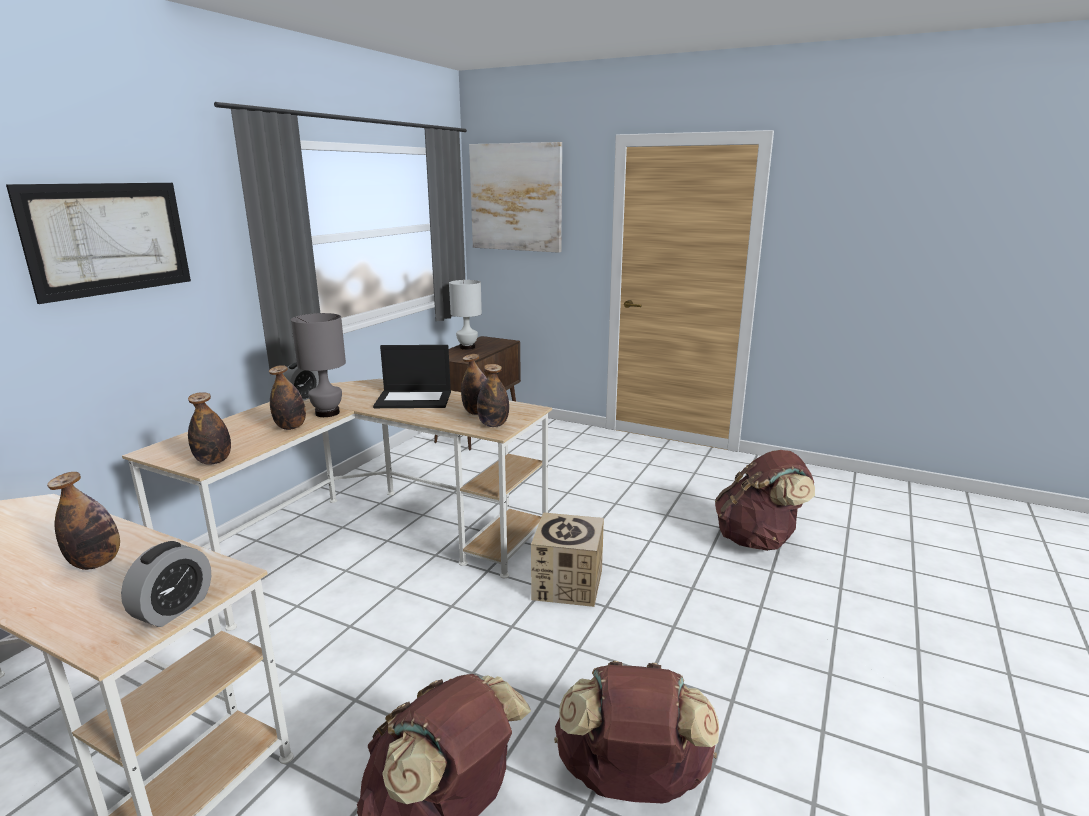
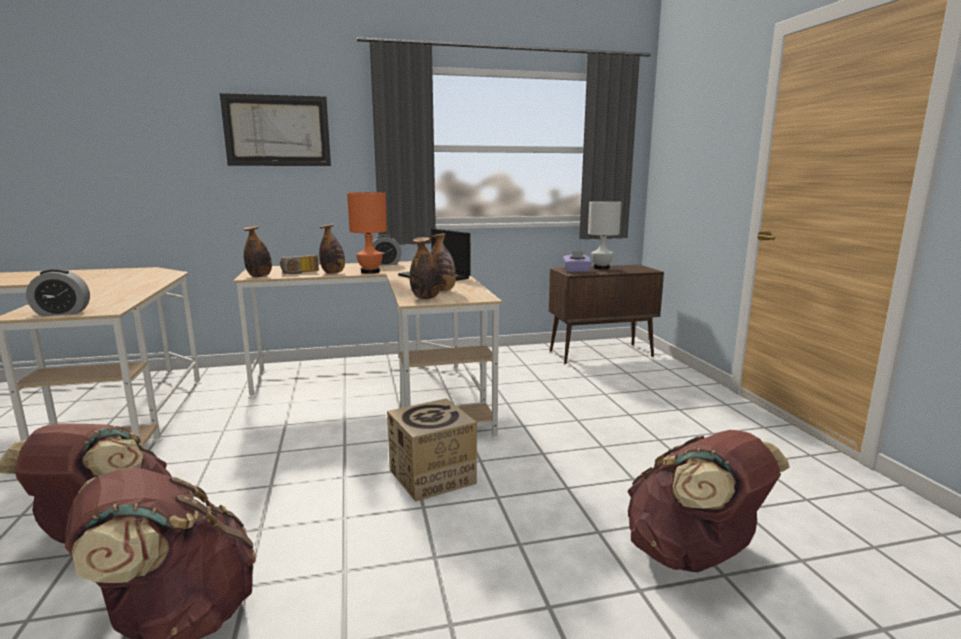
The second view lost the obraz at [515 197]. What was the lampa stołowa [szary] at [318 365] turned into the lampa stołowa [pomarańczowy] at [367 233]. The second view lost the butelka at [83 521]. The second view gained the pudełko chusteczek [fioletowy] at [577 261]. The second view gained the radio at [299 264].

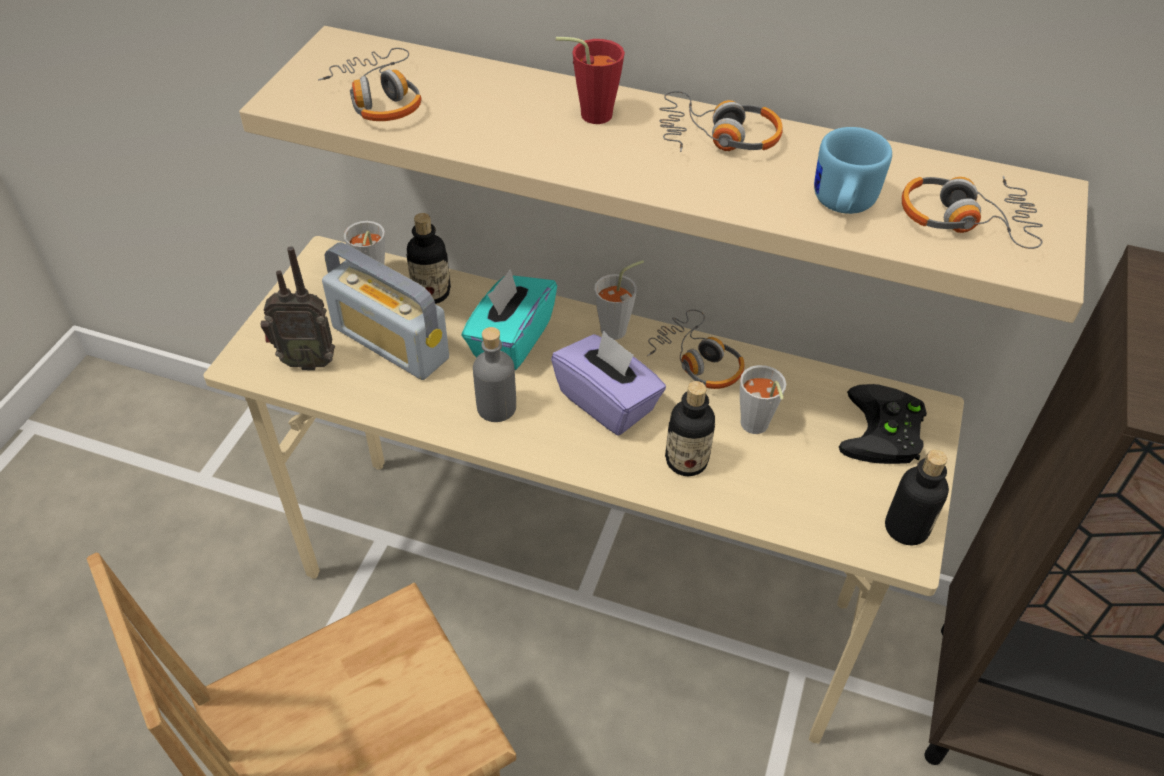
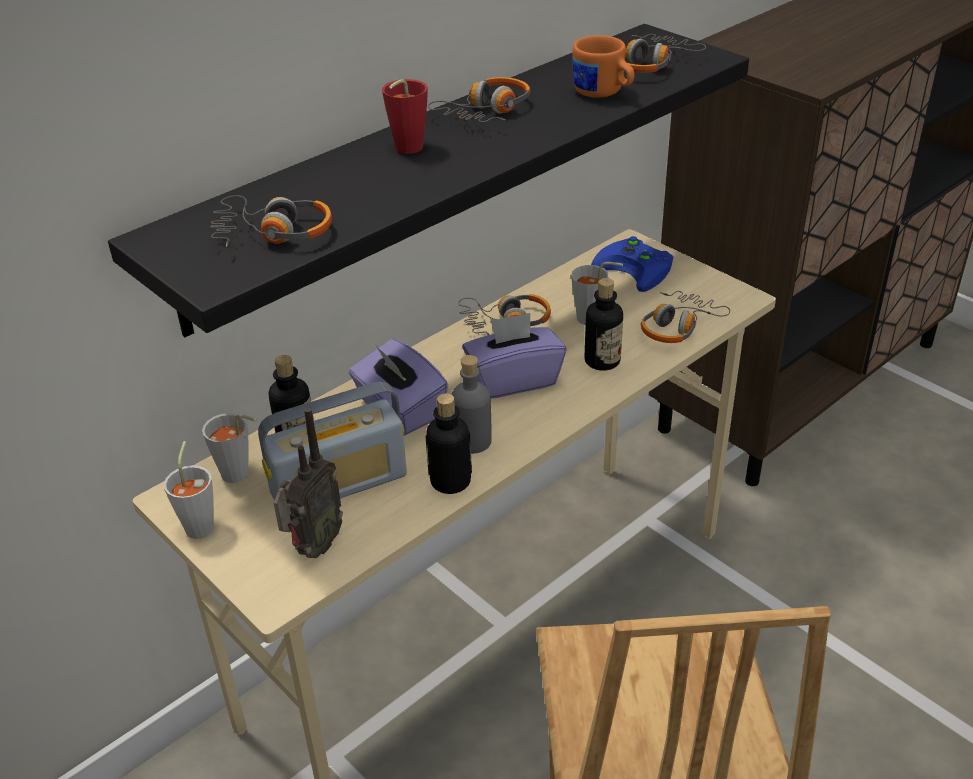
What was the półka [beżowy] at [664 174] turned into the półka [czarny] at [428 180]. What was the kubek [niebieski] at [853 170] turned into the kubek [pomarańczowy] at [603 66]. The filiżanka [szary] ended up elsewhere, having gone from [619 300] to [189 490]. What was the pudełko chusteczek [turkusowy] at [509 319] turned into the pudełko chusteczek [fioletowy] at [398 387]. What was the pad do gier [czarny] at [883 424] turned into the pad do gier [niebieski] at [632 264]. The butelka ended up elsewhere, having gone from [917 498] to [449 443]. The second view gained the słuchawki at [685 317].

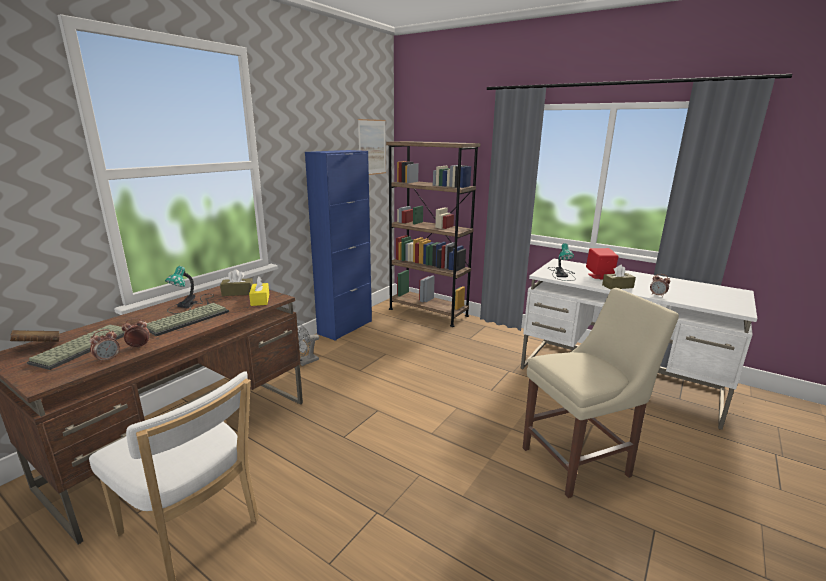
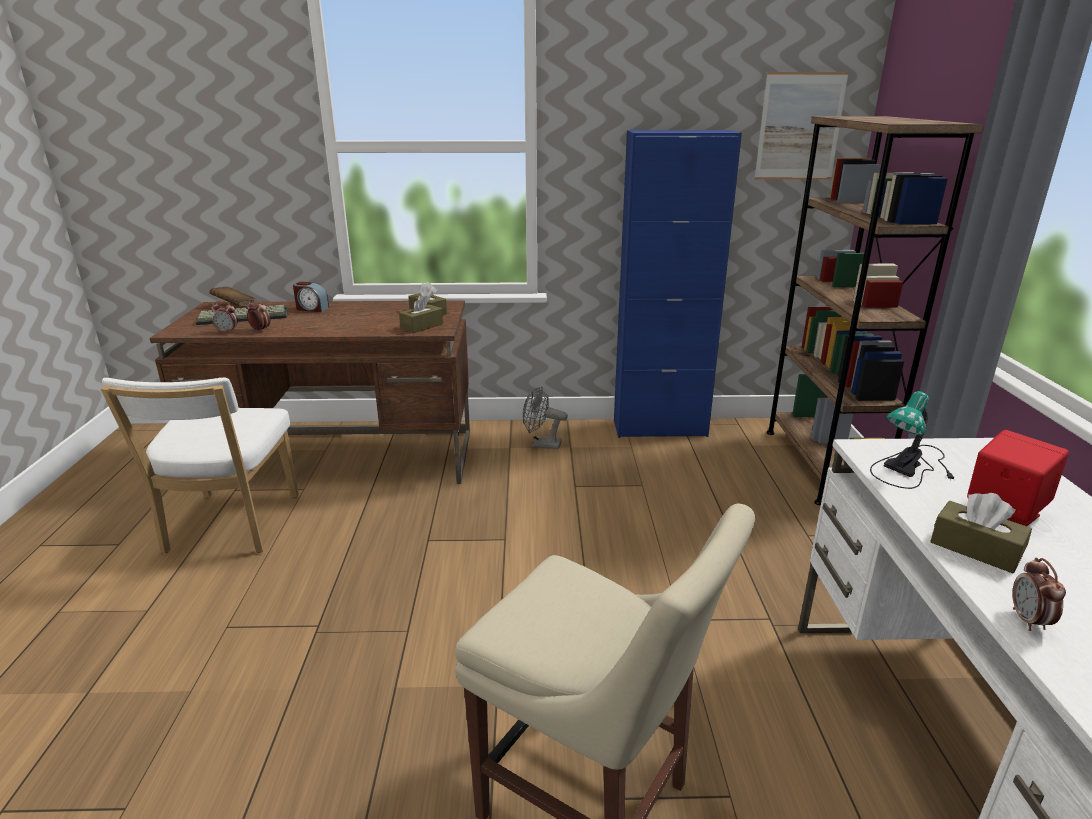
The second view lost the lampa stołowa at [189 290]. What was the pudełko chusteczek [żółty] at [259 291] turned into the pudełko chusteczek [brązowy] at [421 313]. The second view lost the klawiatura at [188 319]. The second view gained the budzik at [311 296].

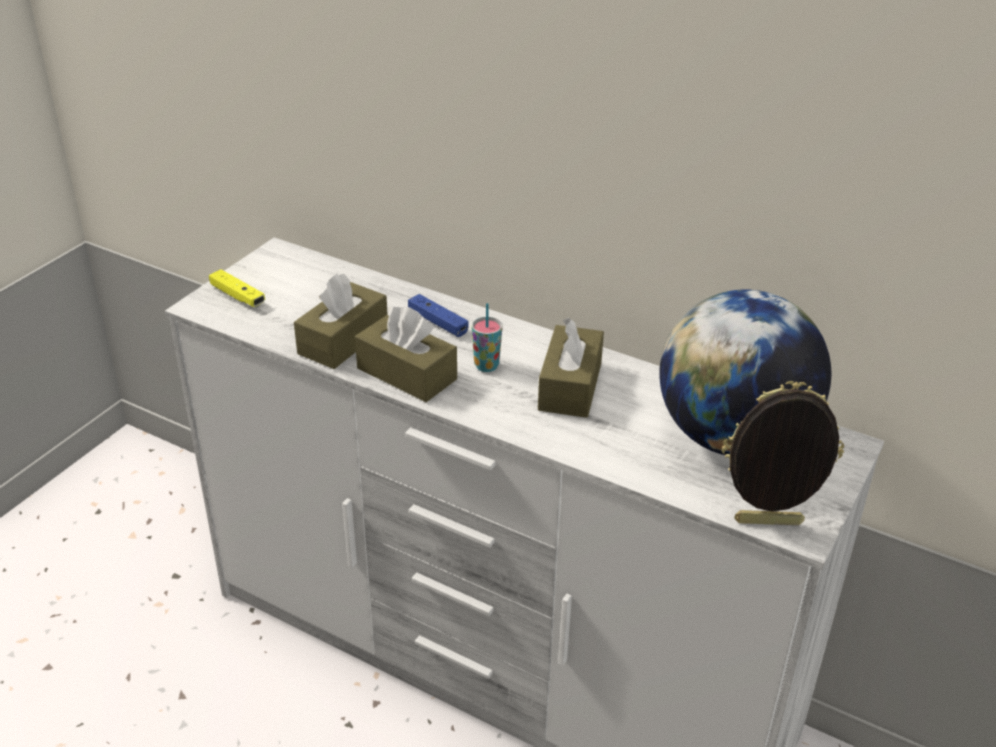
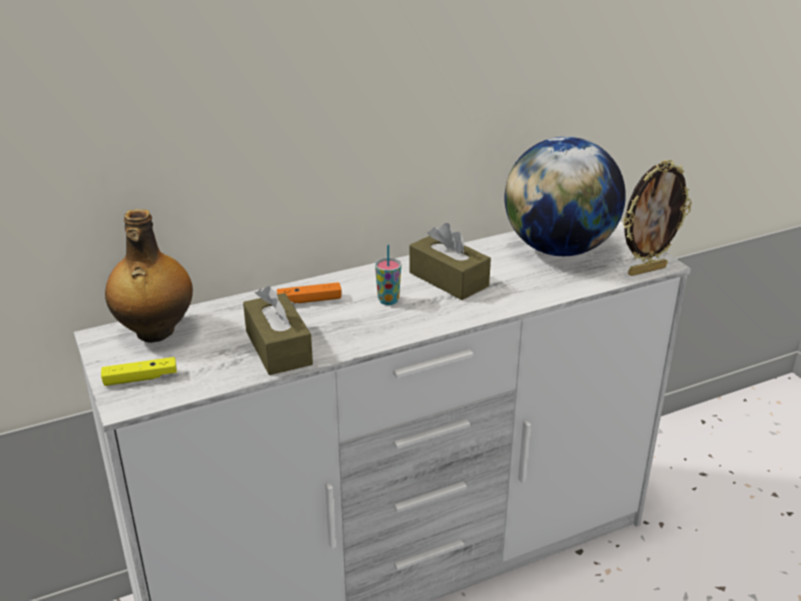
What was the pad do gier [niebieski] at [438 315] turned into the pad do gier [pomarańczowy] at [309 293]. The second view lost the pudełko chusteczek [brązowy] at [406 354]. The ramka na zdjęcie at [783 453] ended up facing another way, 150 degrees counterclockwise from before. The second view gained the butelka at [149 276].

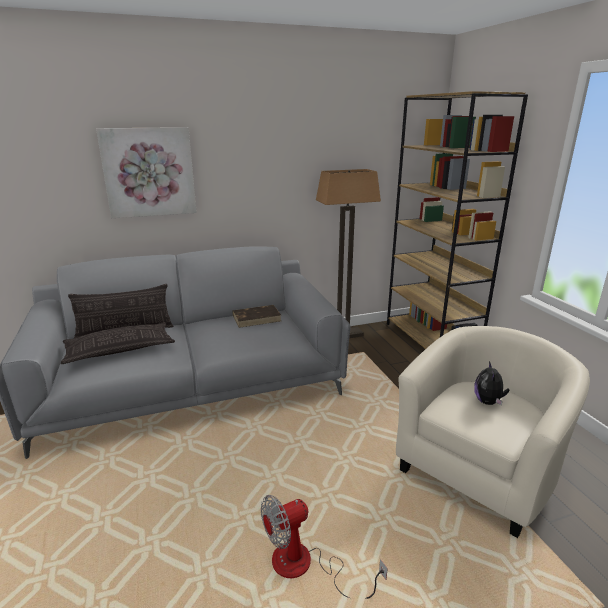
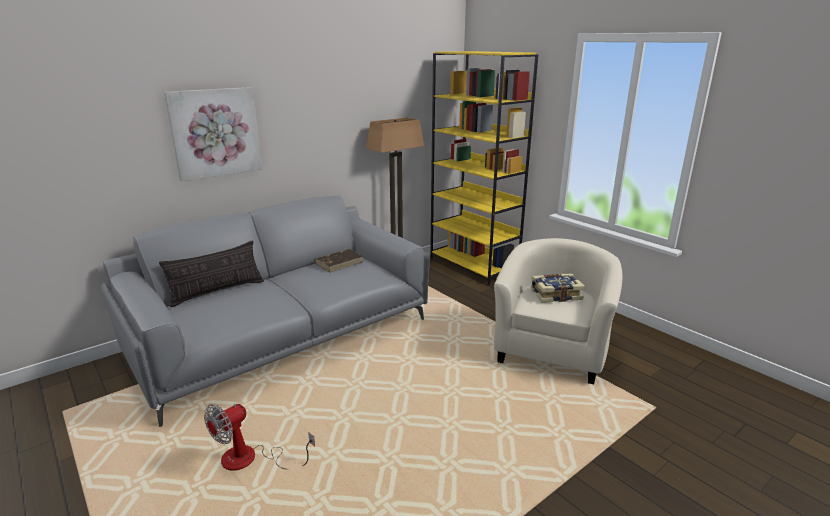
What was the regał [brązowy] at [457 220] turned into the regał [żółty] at [484 168]. The second view lost the poduszka at [118 343]. Where the pluszak stood at [492 383], the książka came to stand at [558 288]. The wentylator ended up elsewhere, having gone from [324 547] to [259 437].

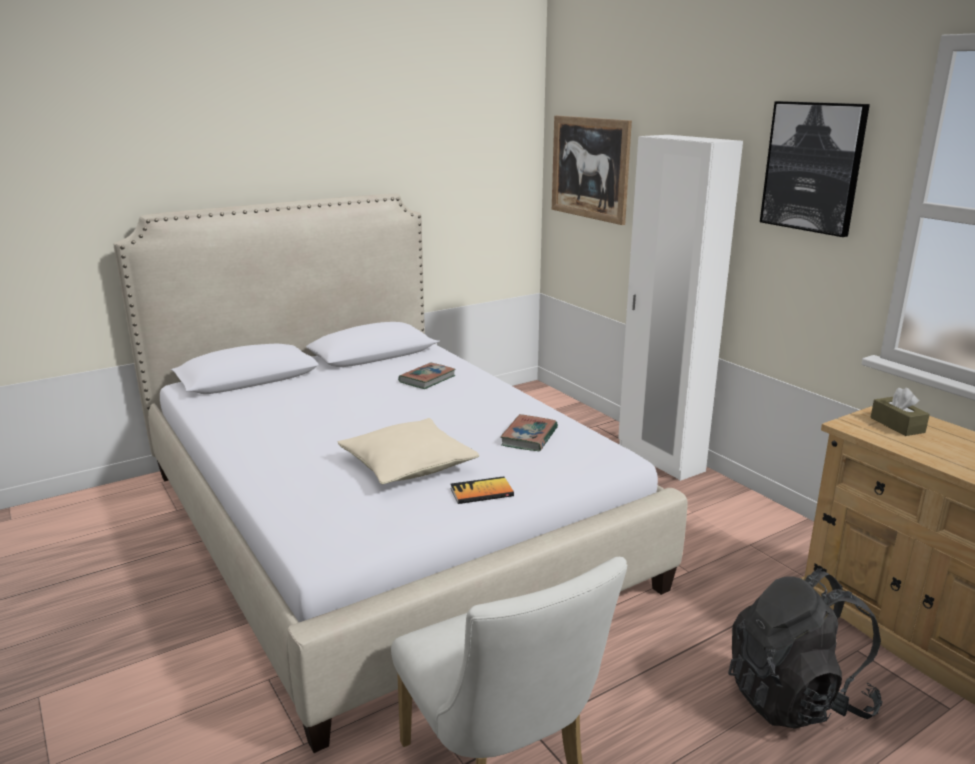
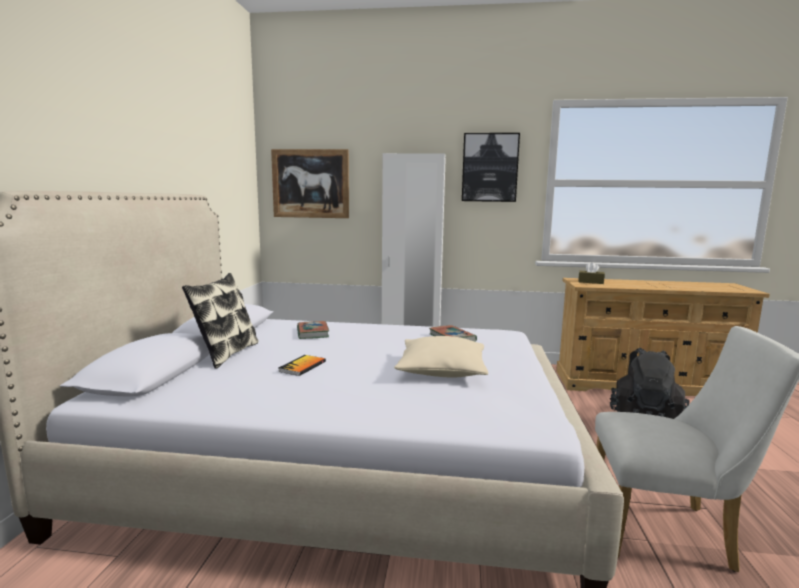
The książka ended up elsewhere, having gone from [482 490] to [302 365]. The second view gained the poduszka at [220 321].

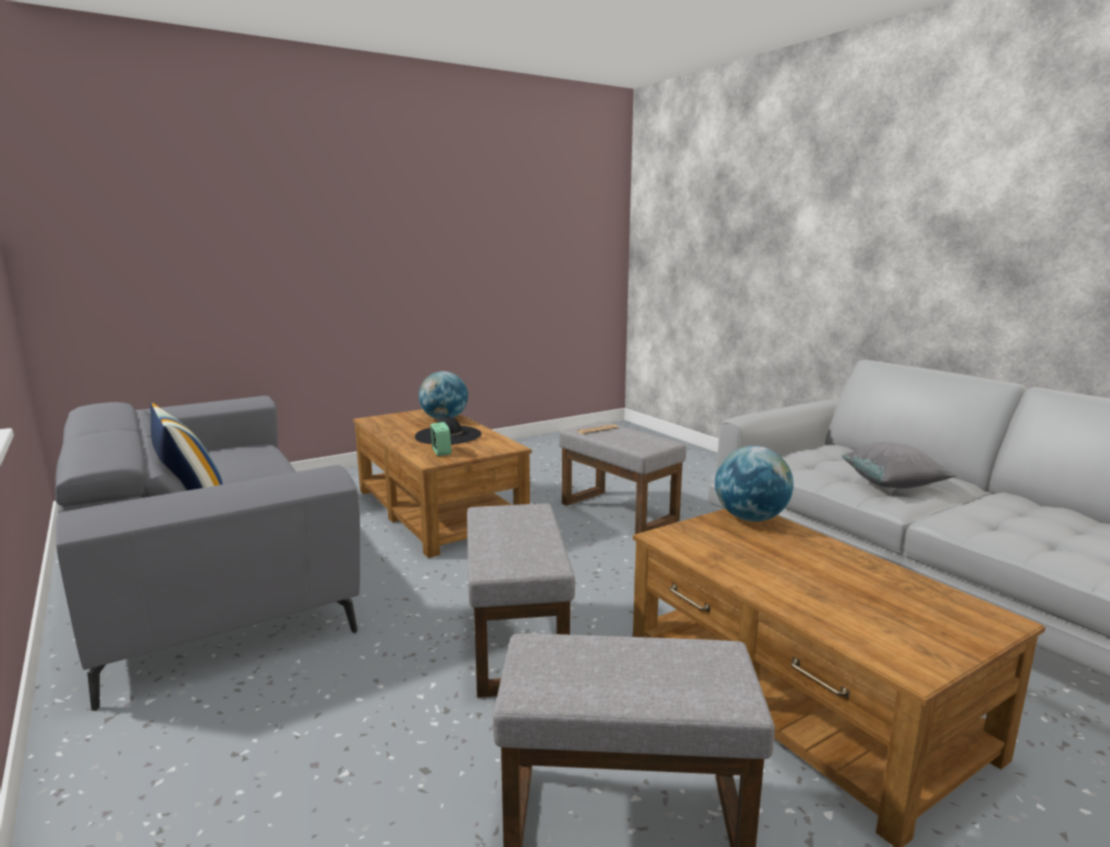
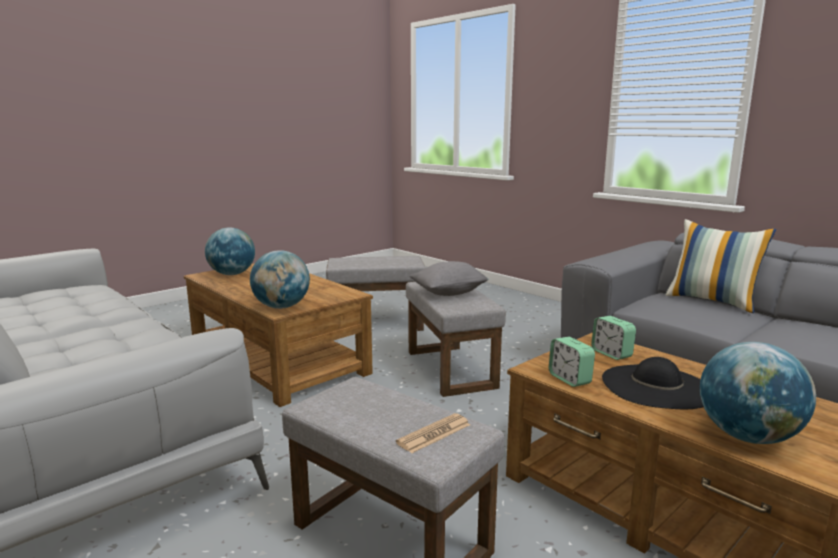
The poduszka [szary] ended up elsewhere, having gone from [899 465] to [449 278]. The second view gained the globus at [230 251]. The second view gained the budzik at [572 362].

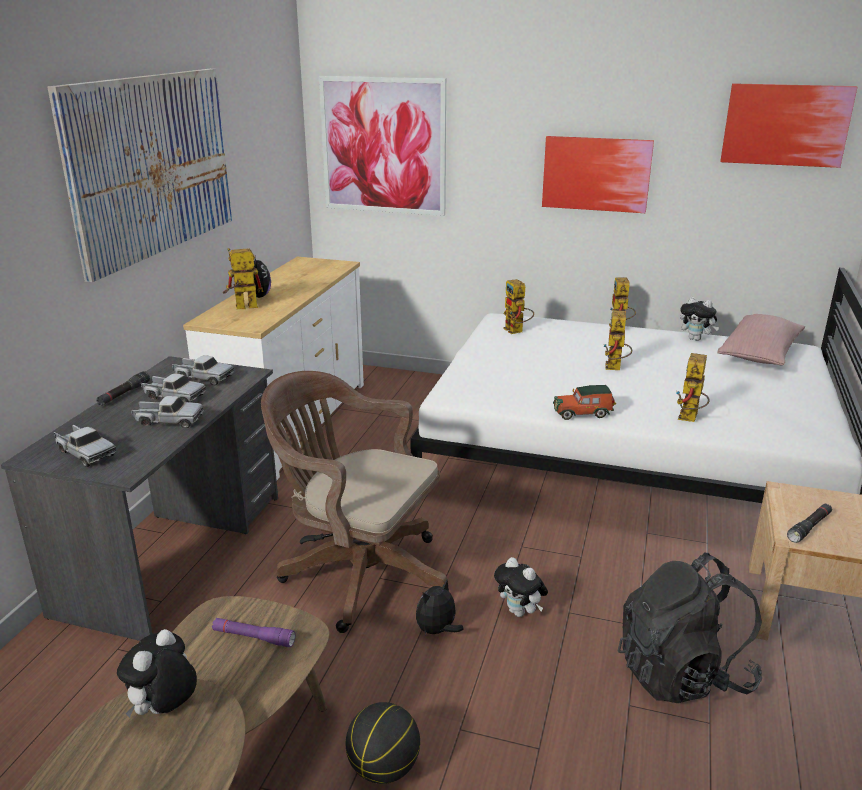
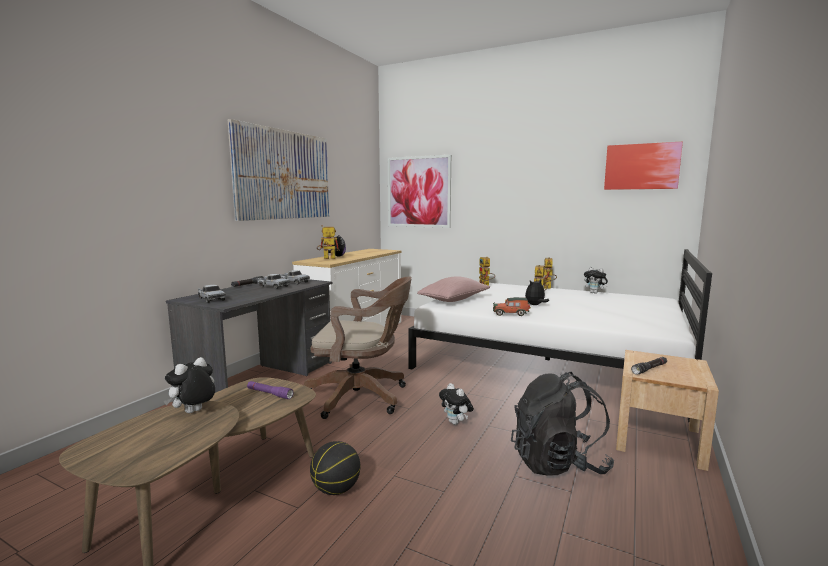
The second view lost the obraz at [598 174]. The poduszka [różowy] ended up elsewhere, having gone from [761 339] to [453 289]. The second view lost the robot zabawkowy at [693 387]. The krzesło biurowe [brązowy] at [354 502] ended up facing another way, 150 degrees clockwise from before. The second view lost the ciężarówka zabawkowa at [167 412]. The pluszak ended up elsewhere, having gone from [439 608] to [537 292].

